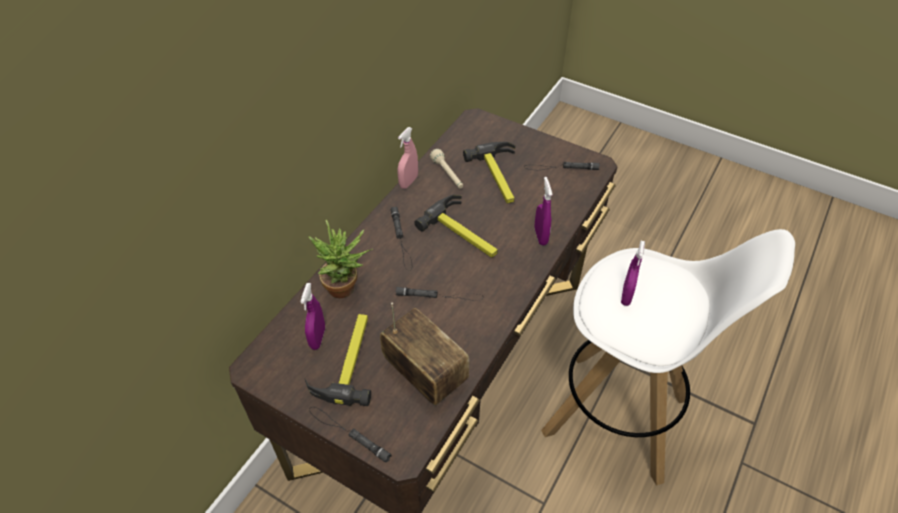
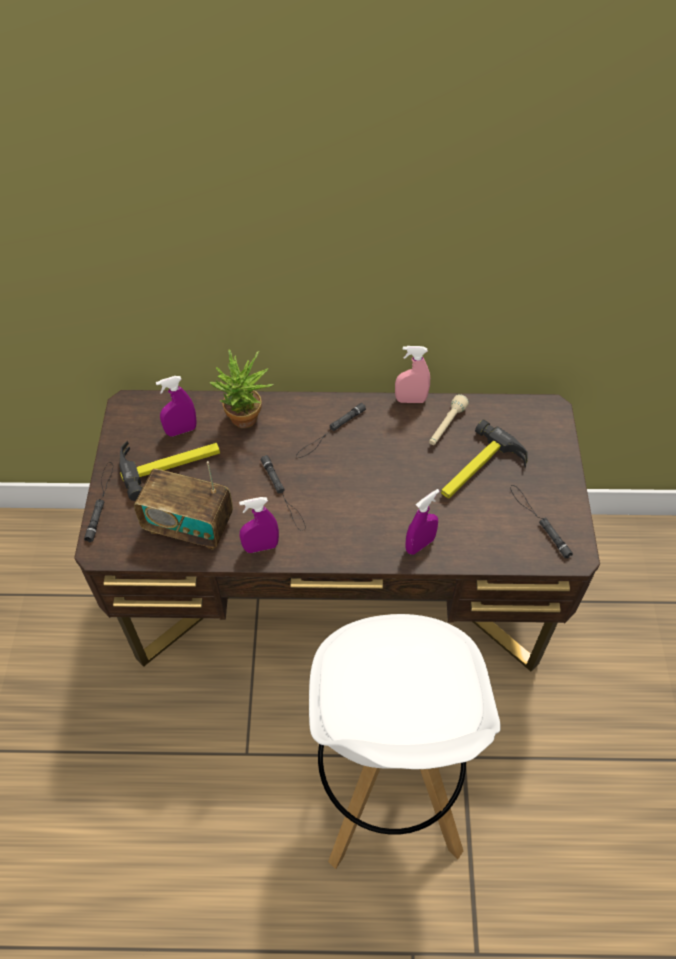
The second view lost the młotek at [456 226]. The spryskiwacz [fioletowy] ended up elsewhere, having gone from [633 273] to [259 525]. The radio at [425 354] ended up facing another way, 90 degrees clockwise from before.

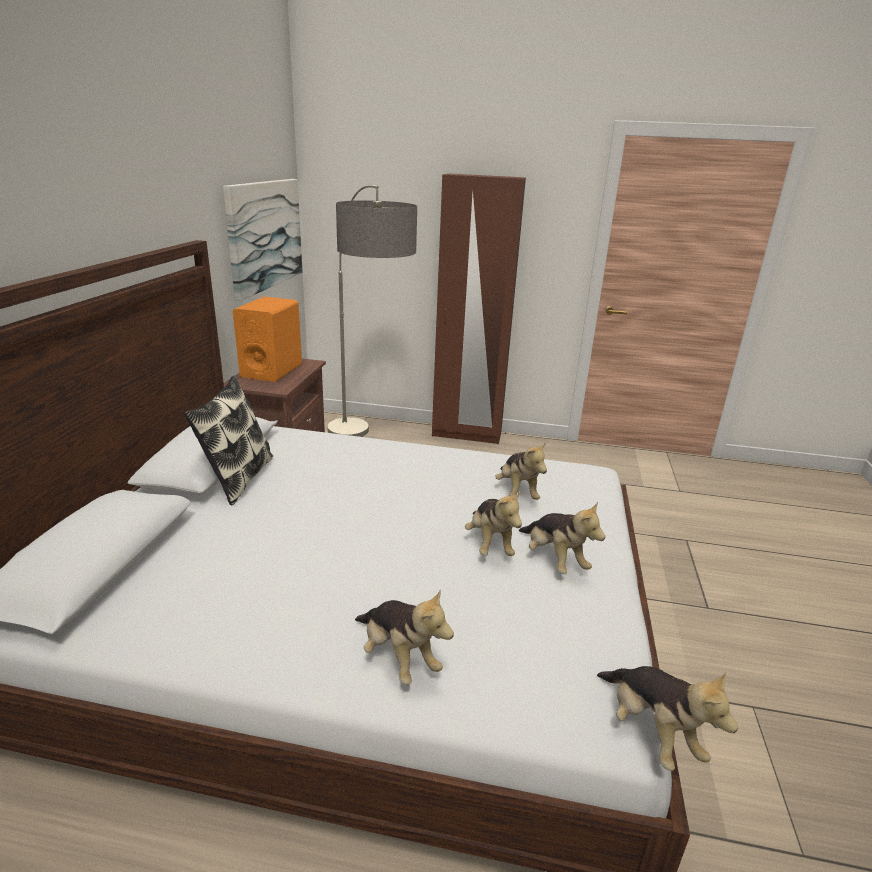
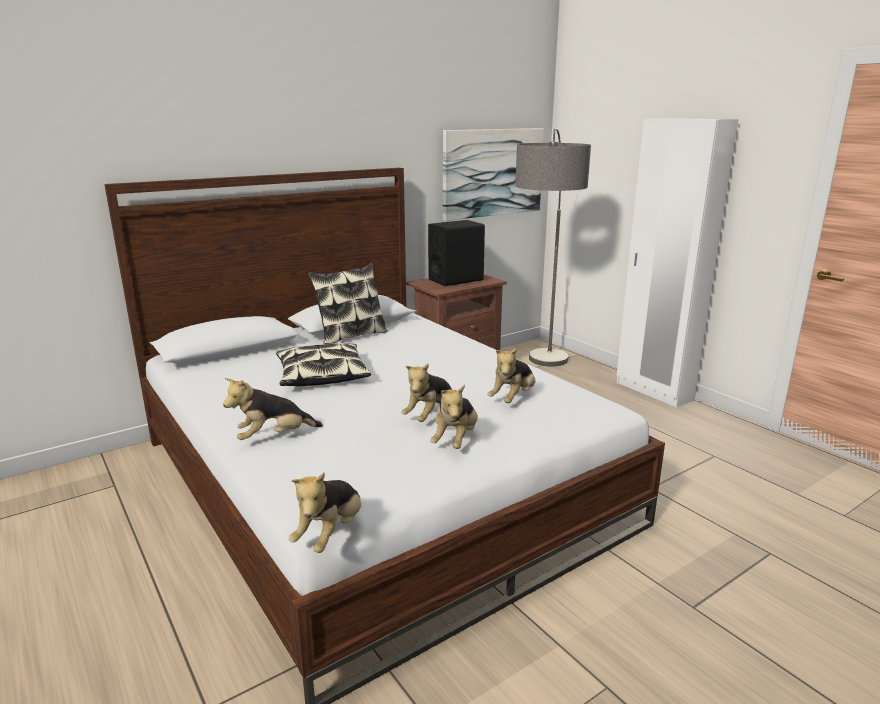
What was the szafa [brązowy] at [479 308] turned into the szafa [biały] at [678 263]. What was the głośnik [pomarańczowy] at [267 339] turned into the głośnik [czarny] at [456 253]. The pluszak at [404 637] ended up facing another way, 60 degrees clockwise from before. The second view gained the poduszka at [323 364].

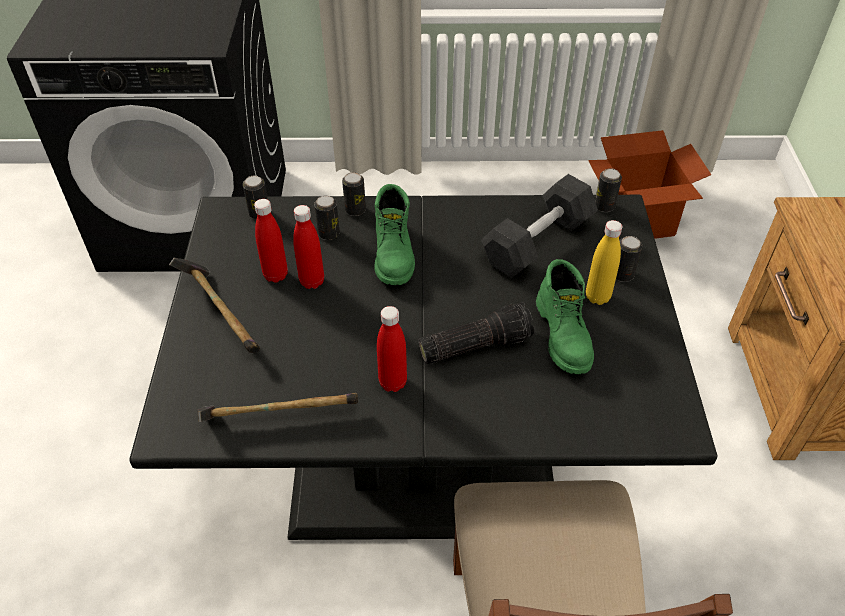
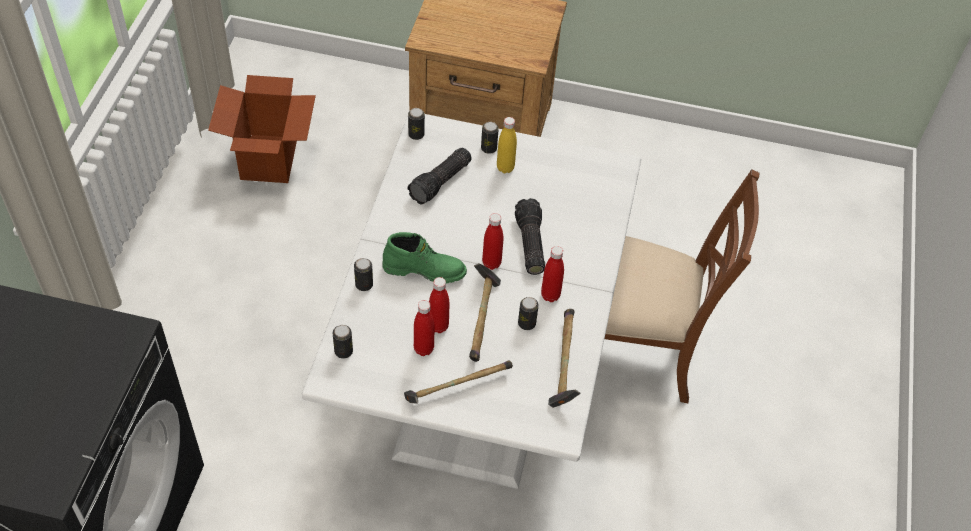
Where the hantel [szary] stood at [539 226], the latarka came to stand at [440 176]. What was the stół jadalny [czarny] at [423 367] turned into the stół jadalny [biały] at [471 301]. The puszka ended up elsewhere, having gone from [327 217] to [528 313]. The second view lost the but z cholewką [zielony] at [565 316]. The second view gained the butelka [czerwony] at [492 241]. The second view gained the młotek at [485 312].

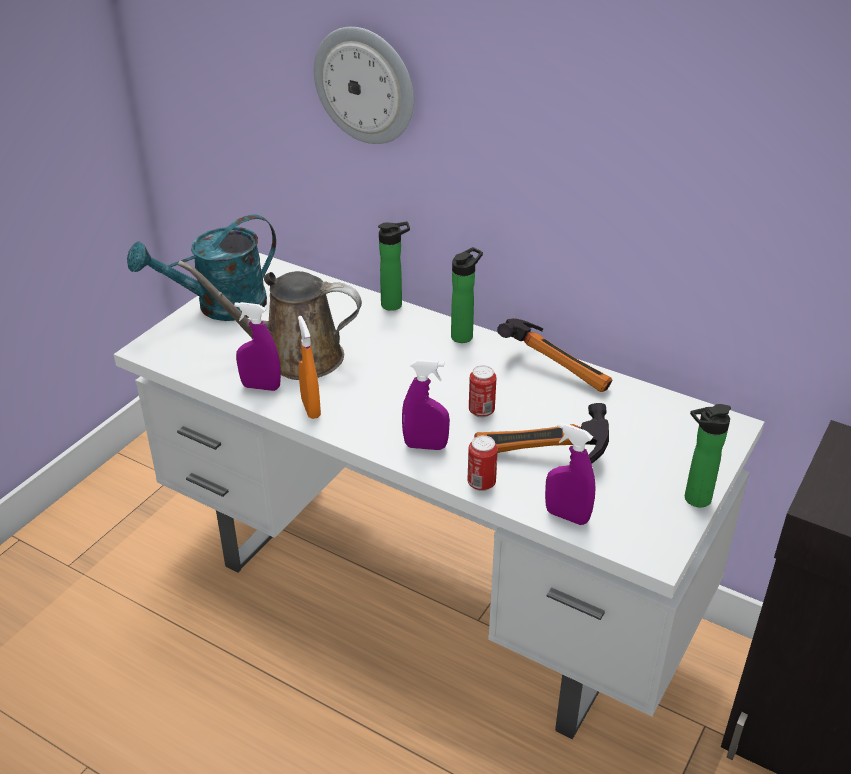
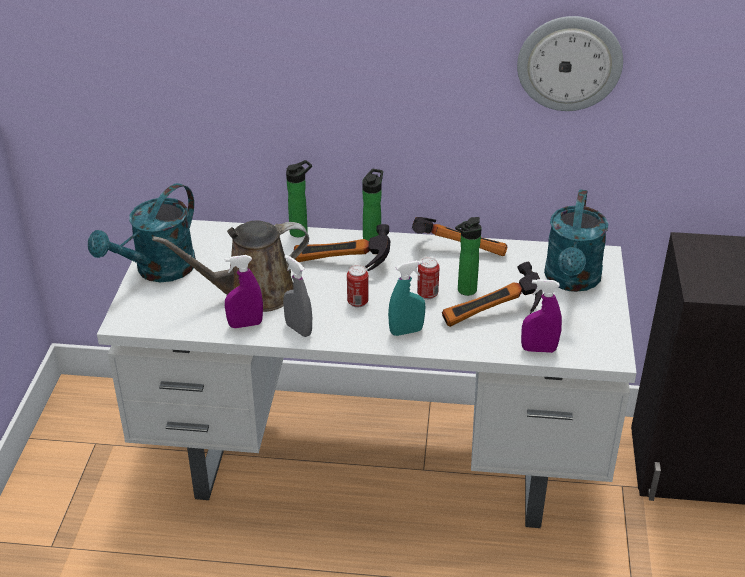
The zegar ścienny ended up elsewhere, having gone from [364 85] to [570 63]. What was the spryskiwacz [pomarańczowy] at [309 367] turned into the spryskiwacz [szary] at [297 296]. What was the spryskiwacz [fioletowy] at [426 404] turned into the spryskiwacz [turkusowy] at [406 298]. The butelka ended up elsewhere, having gone from [708 456] to [468 256]. The puszka ended up elsewhere, having gone from [482 463] to [358 286]. The second view gained the konewka [turkusowy] at [576 240]. The second view gained the młotek at [342 247].

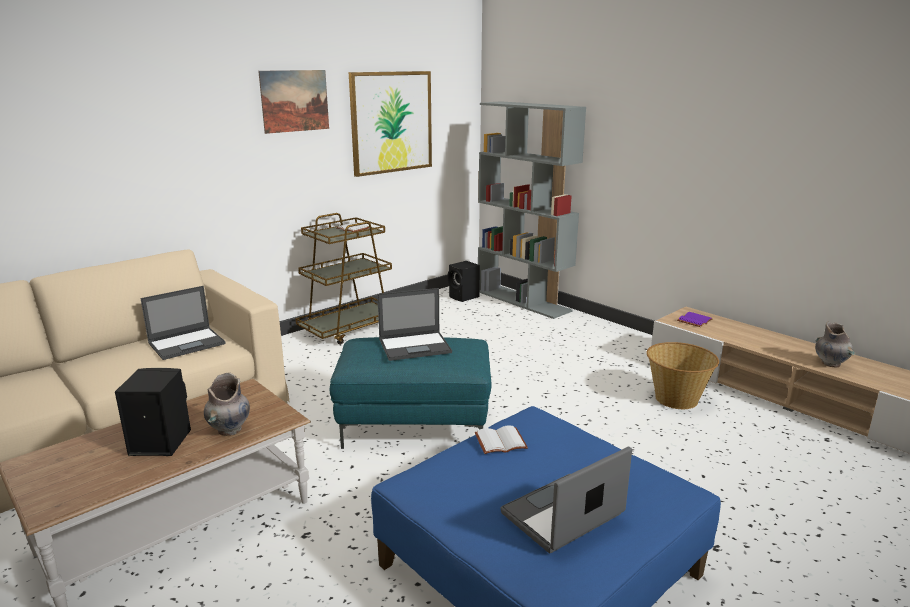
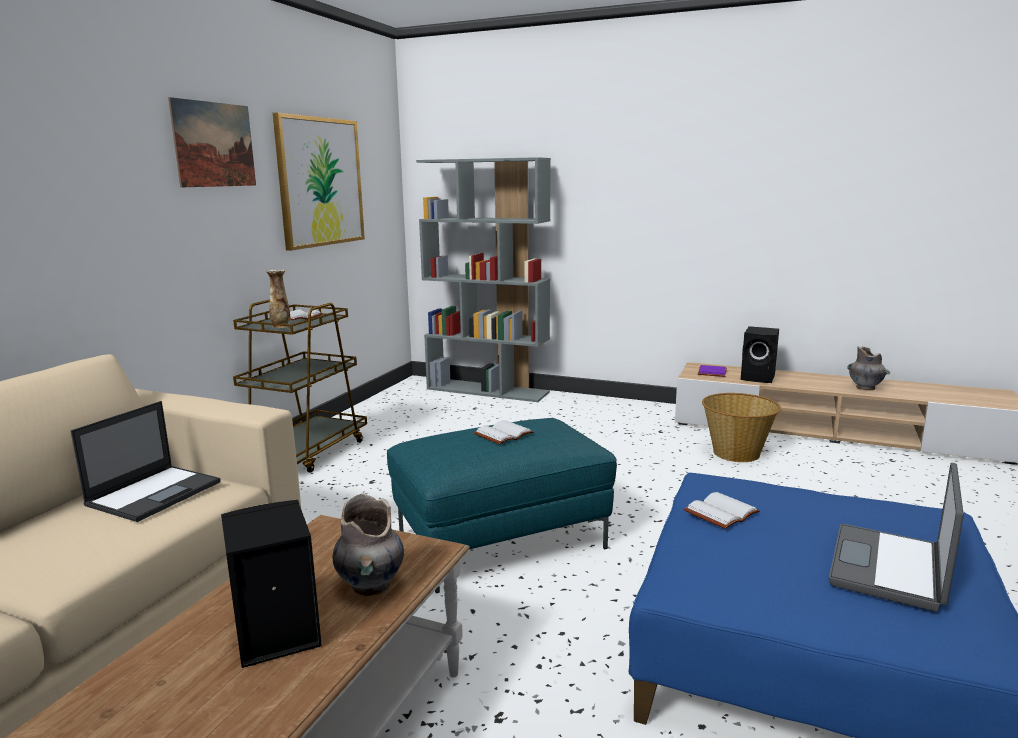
The głośnik [czarny] ended up elsewhere, having gone from [464 281] to [760 354]. Where the laptop stood at [414 324], the książka [biały] came to stand at [503 432]. The second view gained the wazon at [278 299].

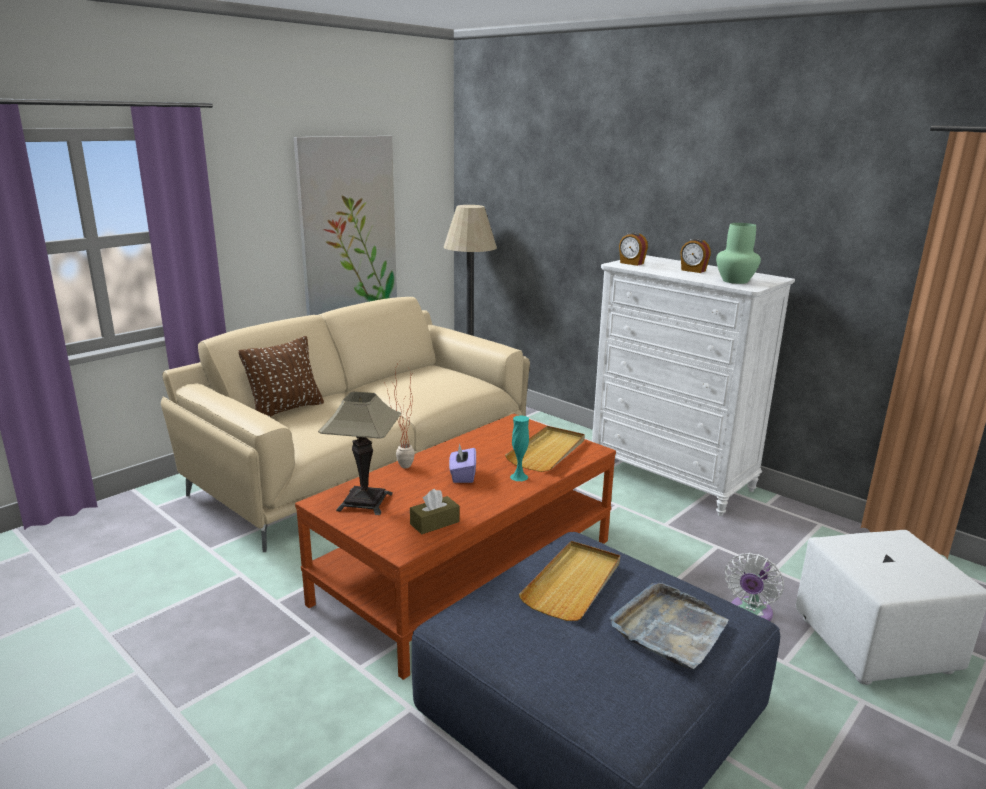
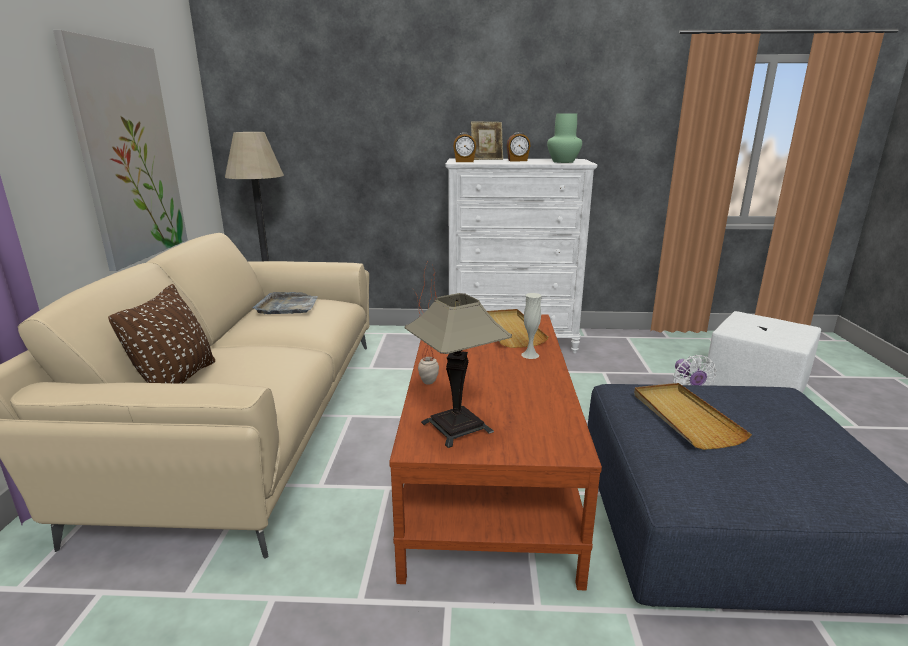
What was the wazon [turkusowy] at [519 448] turned into the wazon [biały] at [531 326]. The second view lost the pudełko chusteczek [fioletowy] at [462 463]. The second view lost the pudełko chusteczek [brązowy] at [434 511]. The taca [szary] ended up elsewhere, having gone from [669 625] to [285 303]. The second view gained the ramka na zdjęcie at [487 140].

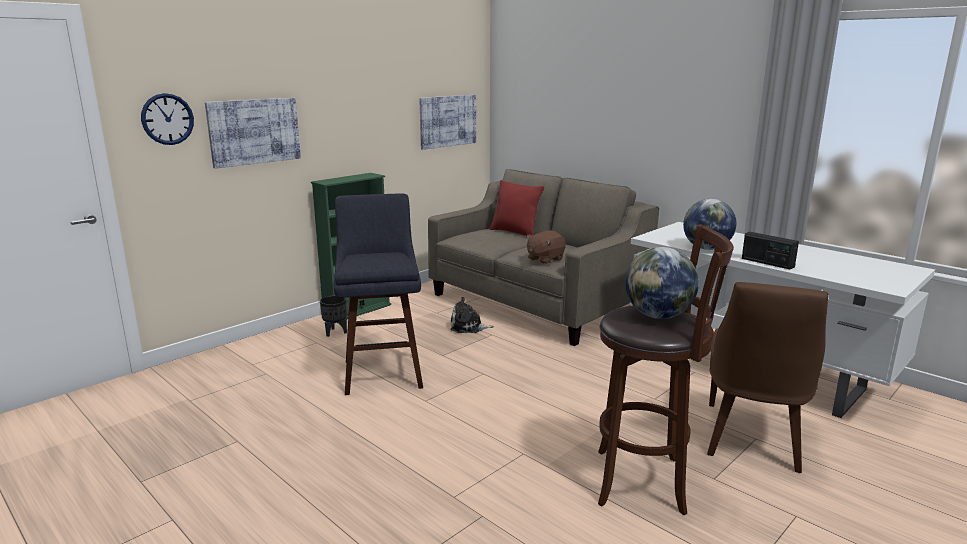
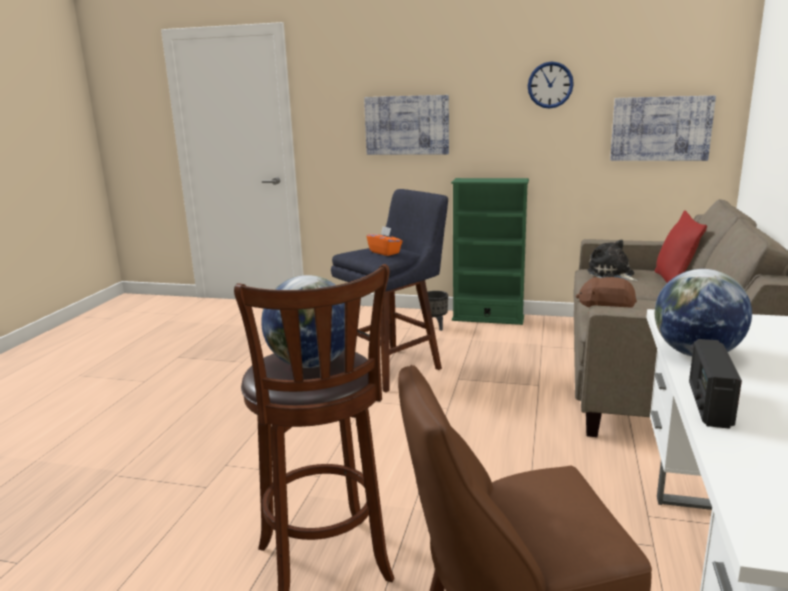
The zegar ścienny ended up elsewhere, having gone from [167 119] to [551 85]. The pluszak ended up elsewhere, having gone from [472 315] to [612 260]. The second view gained the pudełko chusteczek [pomarańczowy] at [385 241].

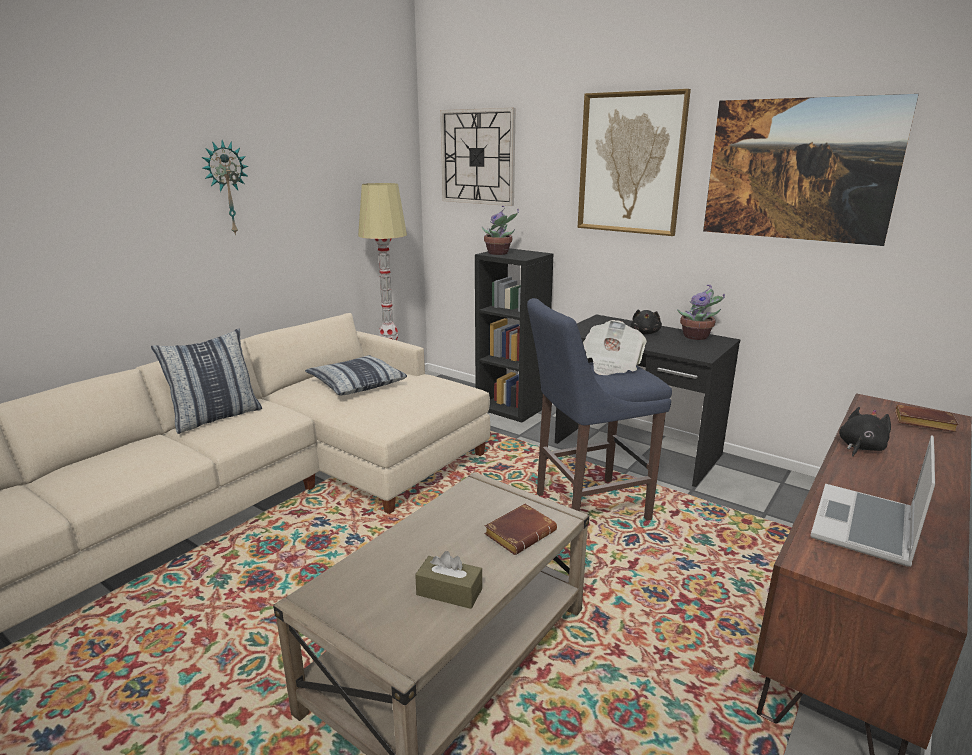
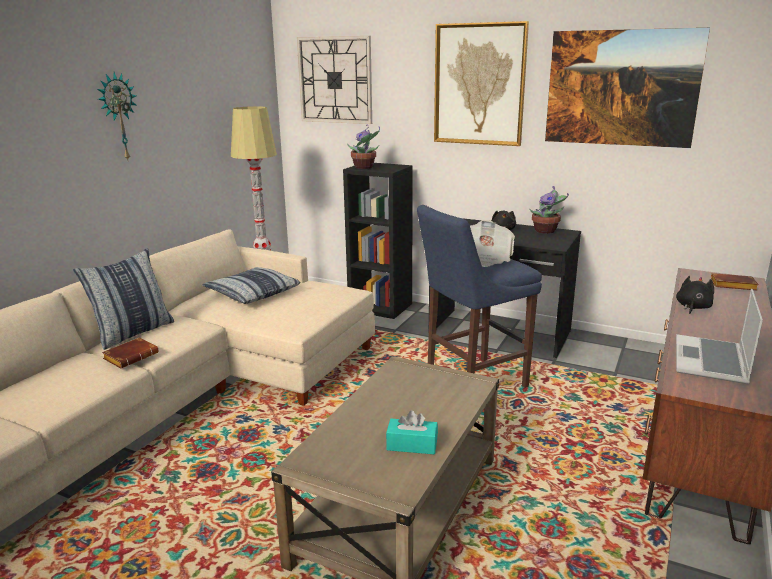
The książka [brązowy] ended up elsewhere, having gone from [520 529] to [130 352]. What was the pudełko chusteczek [brązowy] at [448 580] turned into the pudełko chusteczek [turkusowy] at [412 432].

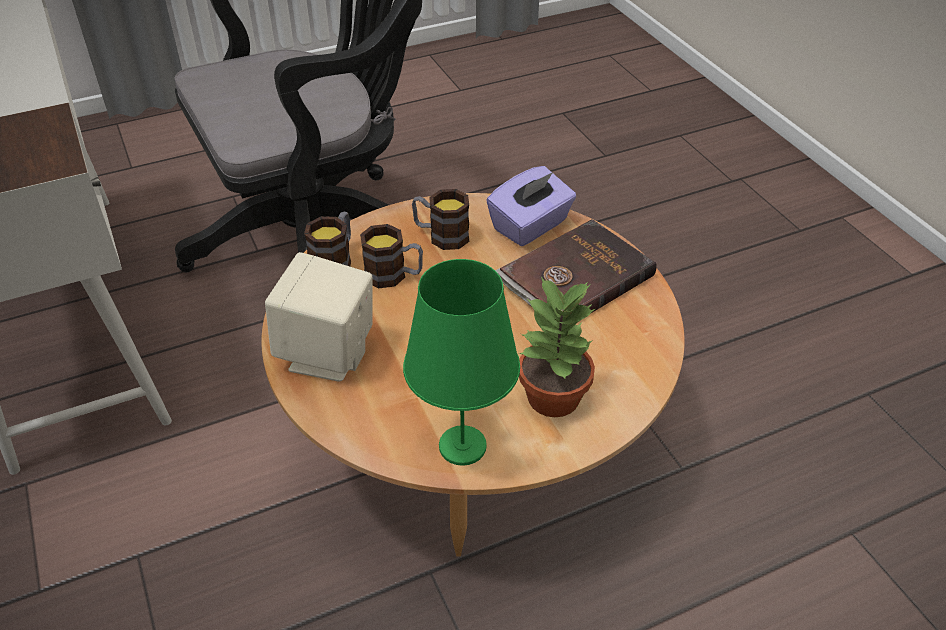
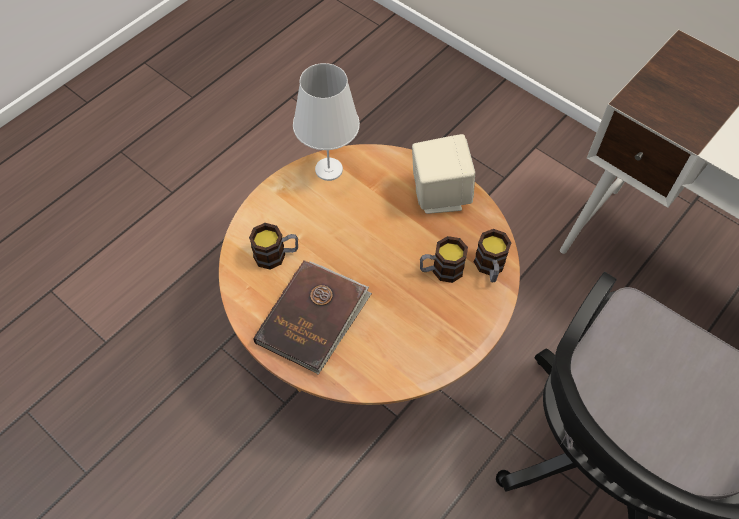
The second view lost the pudełko chusteczek [fioletowy] at [531 206]. The kubek ended up elsewhere, having gone from [441 219] to [273 246]. What was the lampa stołowa [zielony] at [461 362] turned into the lampa stołowa [biały] at [326 122]. The second view lost the roślina doniczkowa at [557 347].

